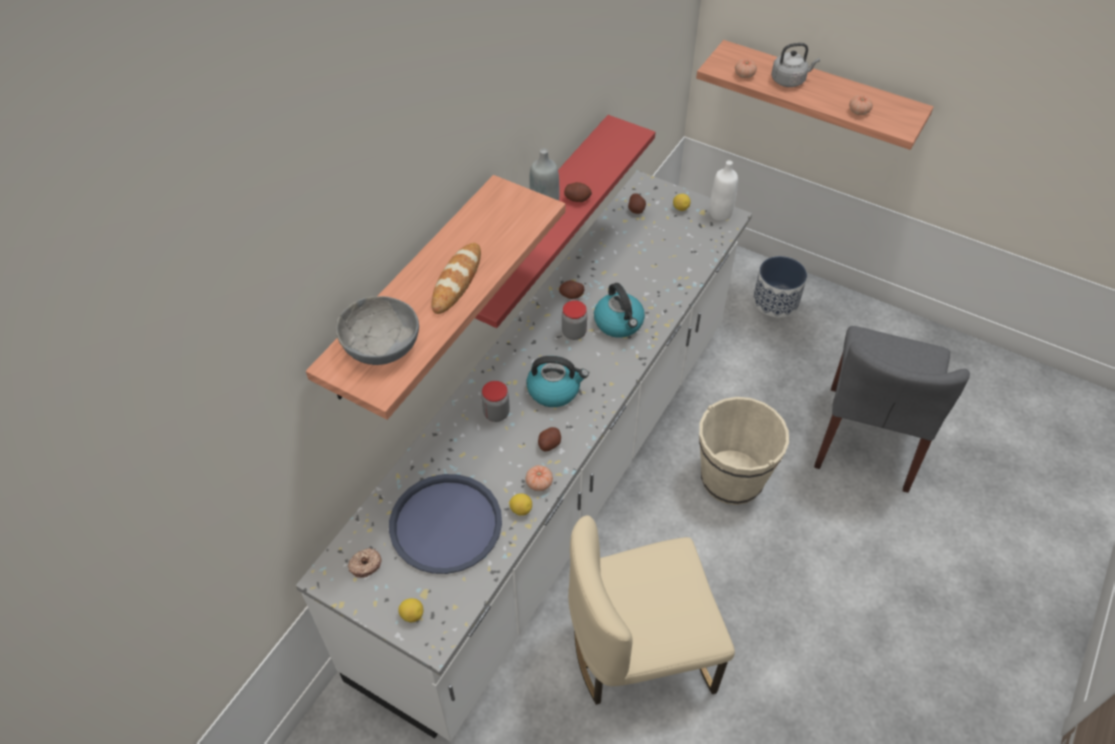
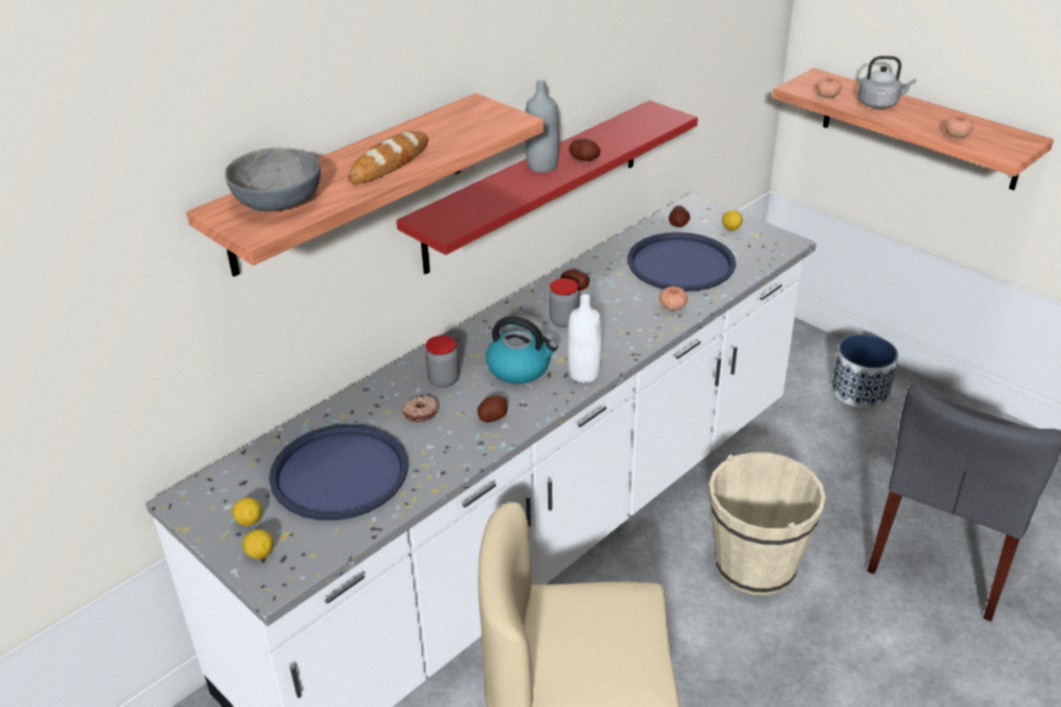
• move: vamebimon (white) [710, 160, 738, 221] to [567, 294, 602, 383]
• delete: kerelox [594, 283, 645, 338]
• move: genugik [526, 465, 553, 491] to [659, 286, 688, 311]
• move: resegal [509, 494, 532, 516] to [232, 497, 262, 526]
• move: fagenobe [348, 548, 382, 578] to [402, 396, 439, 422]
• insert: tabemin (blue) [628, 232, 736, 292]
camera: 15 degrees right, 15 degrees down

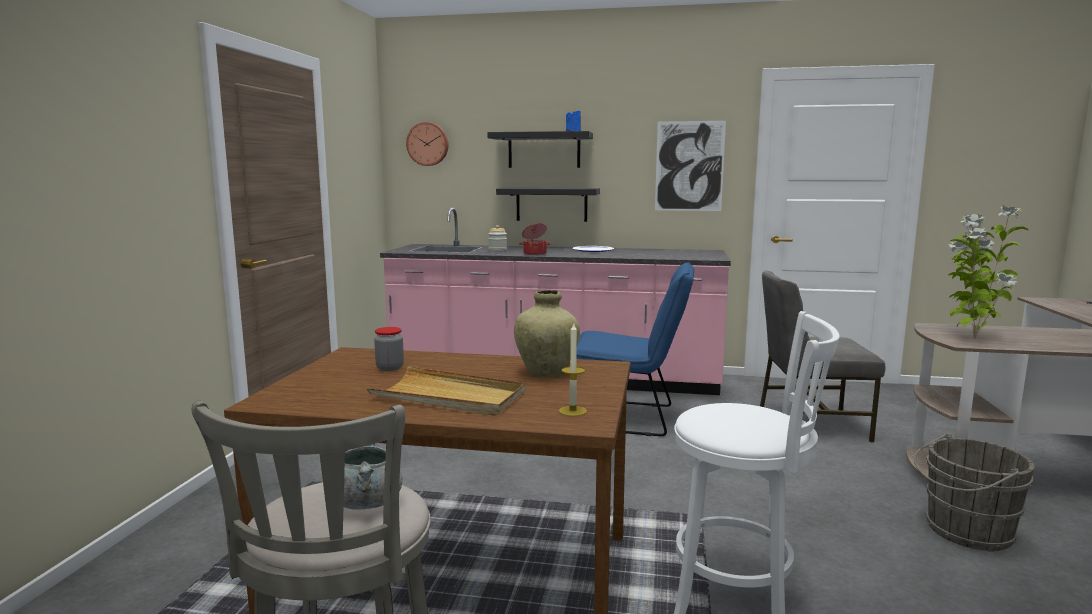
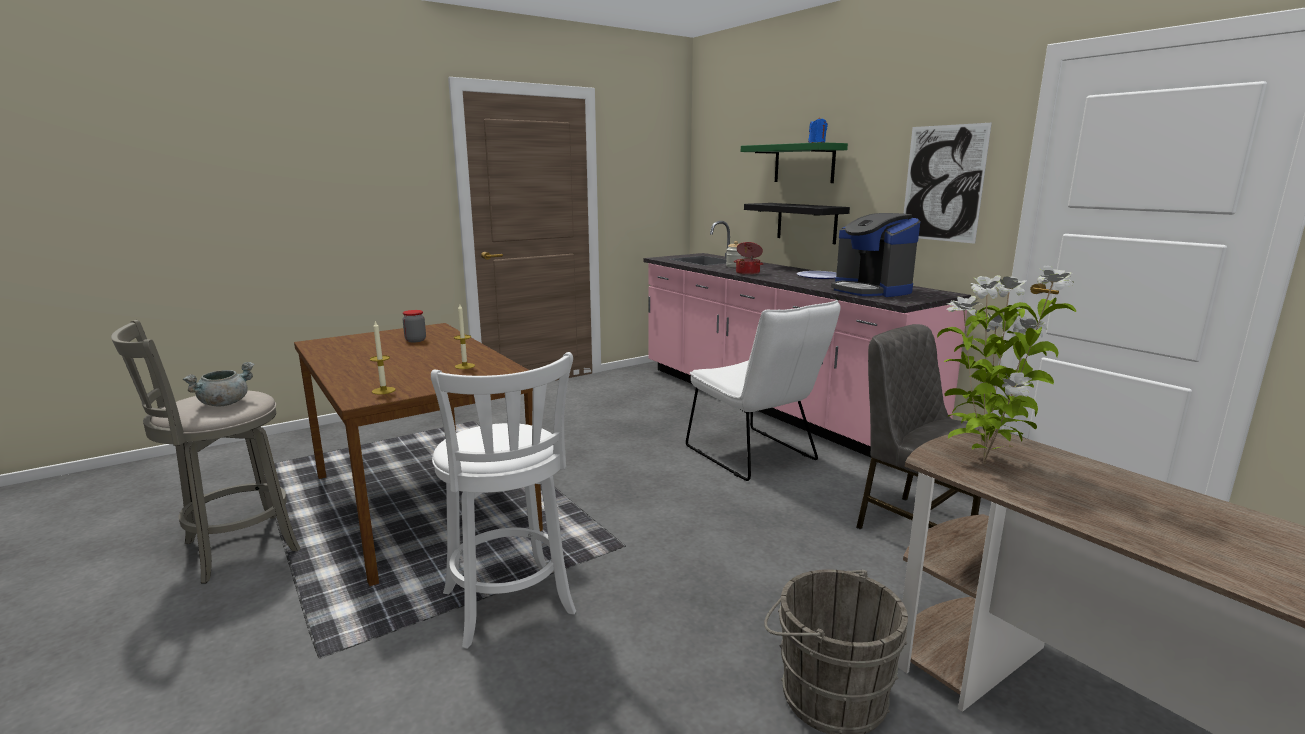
• delete: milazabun [406, 122, 448, 166]
• recolor: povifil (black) [487, 131, 593, 168] to povifil (green) [741, 142, 848, 183]
• recolor: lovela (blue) [576, 262, 694, 436] to lovela (white) [686, 300, 841, 481]
• replace: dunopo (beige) [514, 290, 580, 377] to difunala [454, 304, 475, 369]
• delete: tabemin (beige) [367, 367, 525, 416]
• insert: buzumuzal [831, 213, 920, 297]
camera: 45 degrees right, 5 degrees up

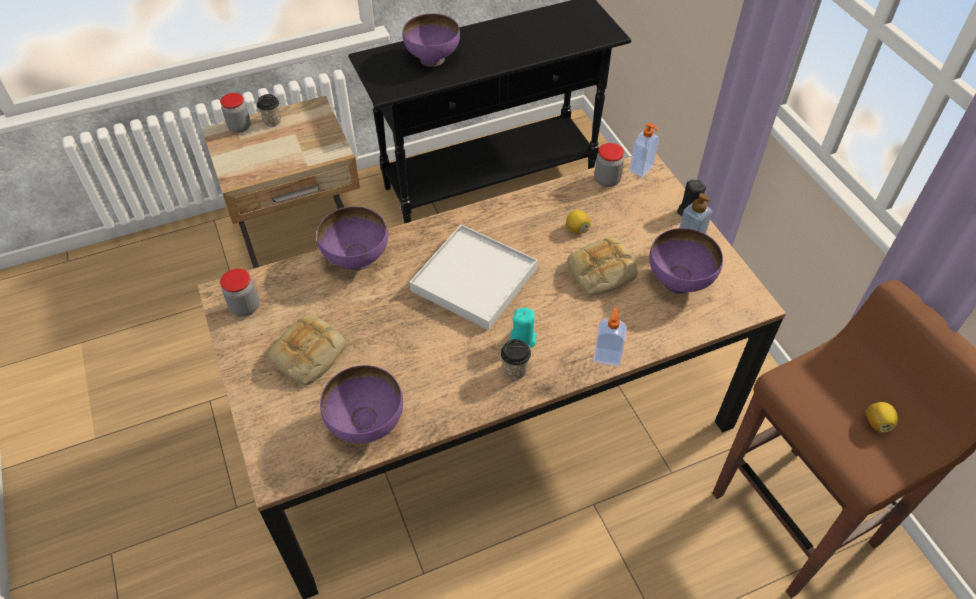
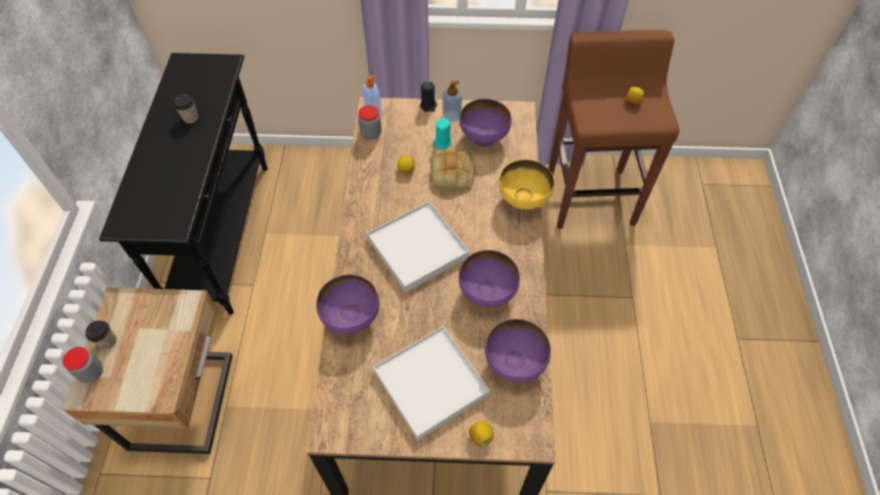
• move: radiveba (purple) [403, 14, 460, 67] to [459, 250, 520, 307]
• delete: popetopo [220, 269, 259, 317]
• move: difunala (turquoise) [510, 307, 537, 348] to [433, 118, 452, 149]
• replace: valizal [593, 307, 627, 366] to radiveba (yellow) [499, 159, 554, 210]
• replace: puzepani [268, 315, 346, 385] to tabemin (white) [373, 326, 490, 441]
• move: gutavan [501, 339, 531, 380] to [174, 94, 198, 123]
• insert: resegal [469, 420, 493, 447]
camera: 65 degrees left, 5 degrees up

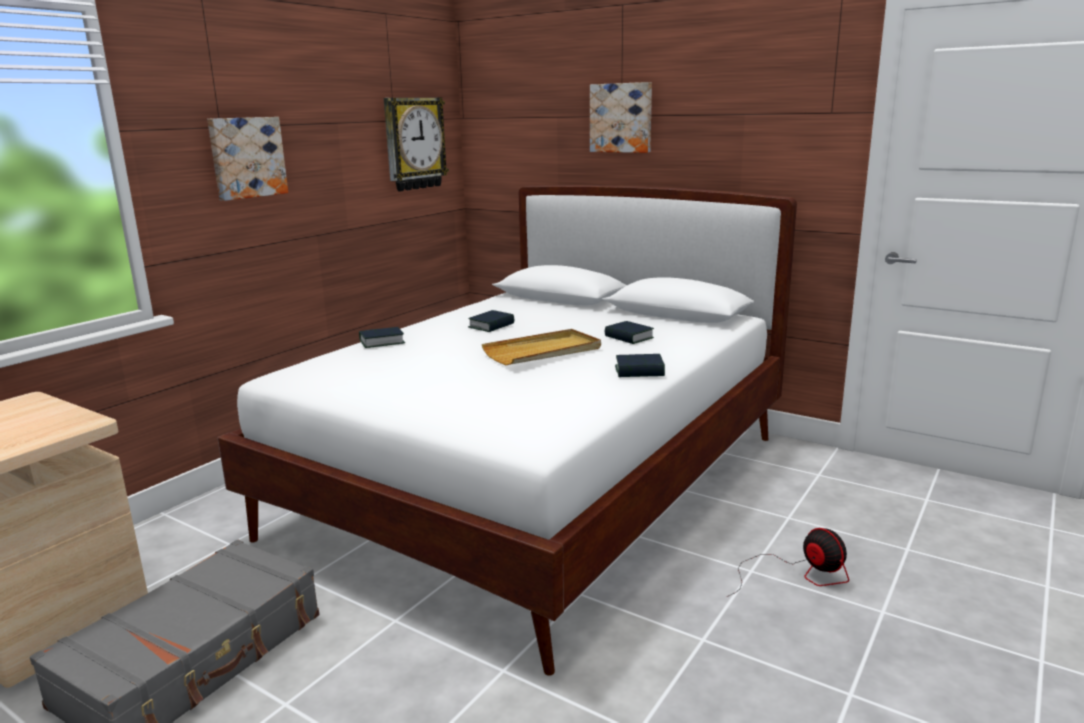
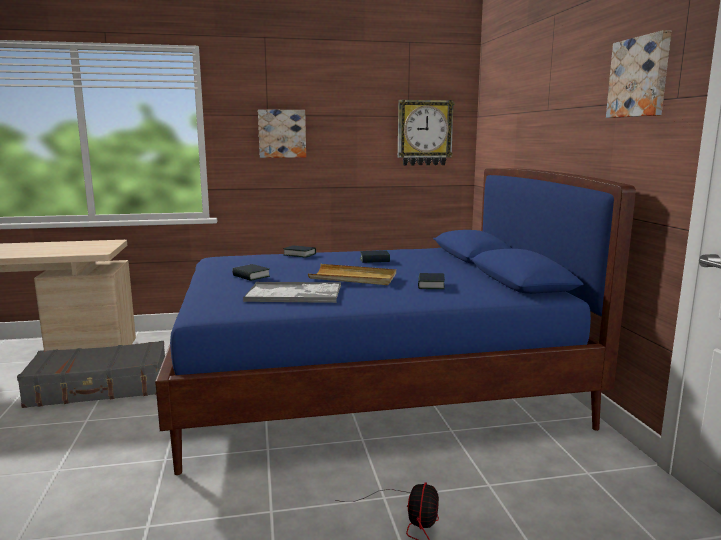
• move: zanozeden [590, 82, 652, 153] to [606, 30, 671, 118]
• recolor: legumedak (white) [217, 185, 797, 676] to legumedak (blue) [155, 168, 636, 475]
• move: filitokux [615, 354, 665, 377] to [232, 264, 270, 281]
• insert: tabemin [243, 282, 341, 303]
camera: 45 degrees right, 5 degrees down

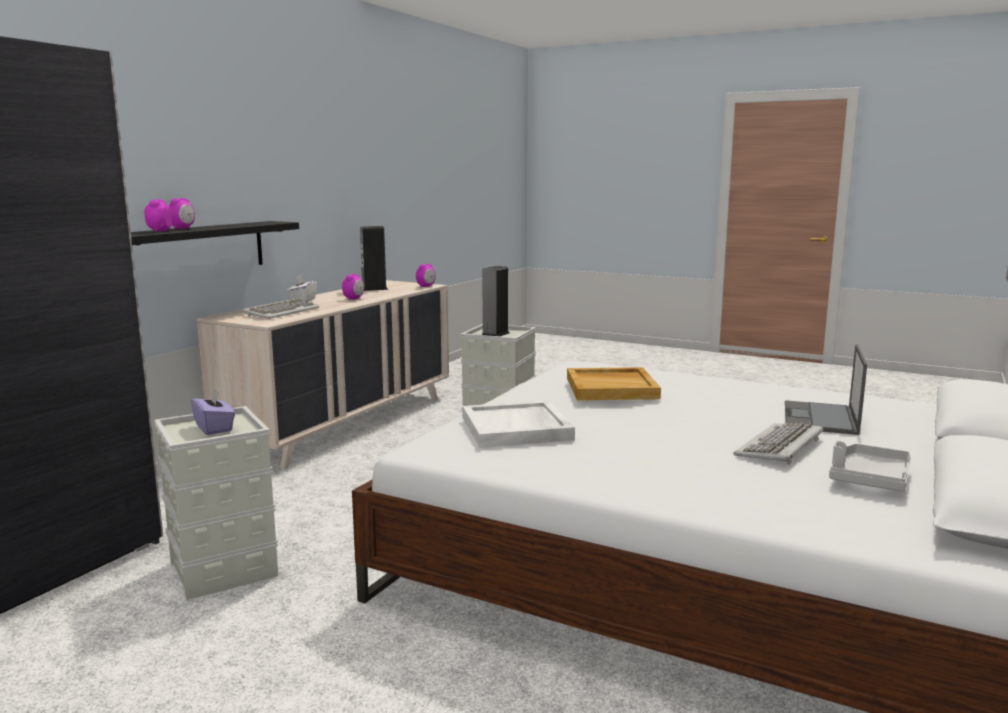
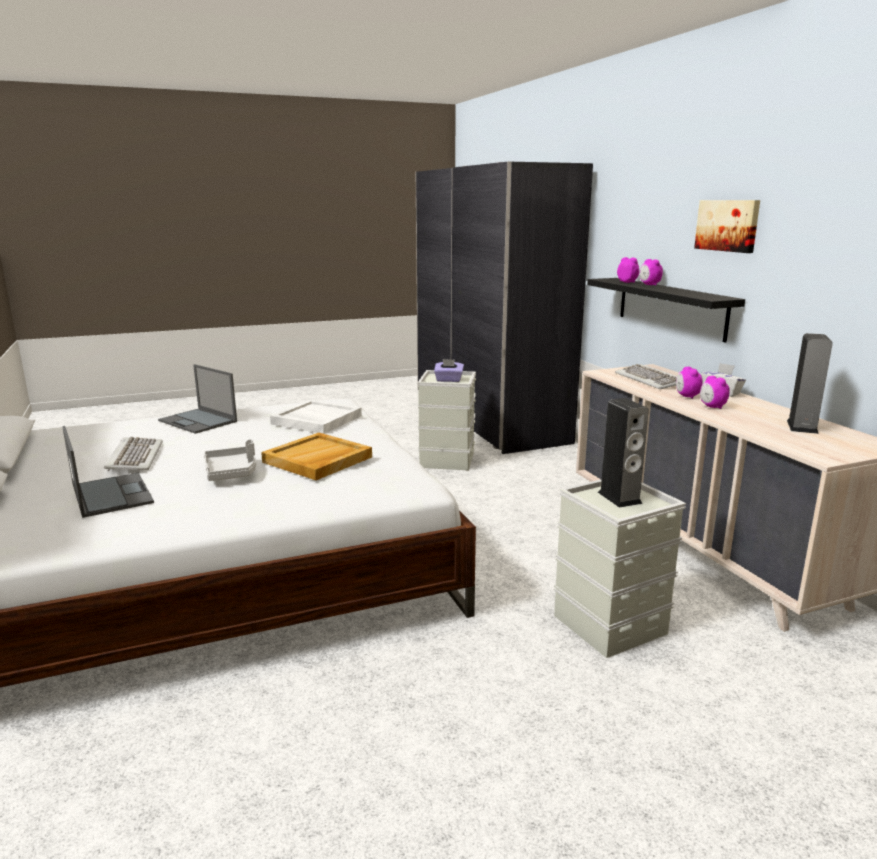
• move: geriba [416, 264, 436, 287] to [676, 367, 702, 399]
• move: tabemin (grey) [829, 441, 911, 491] to [204, 439, 256, 481]
• insert: zanozeden [694, 200, 760, 253]
• insert: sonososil [158, 364, 237, 434]
camera: 130 degrees right, 5 degrees up

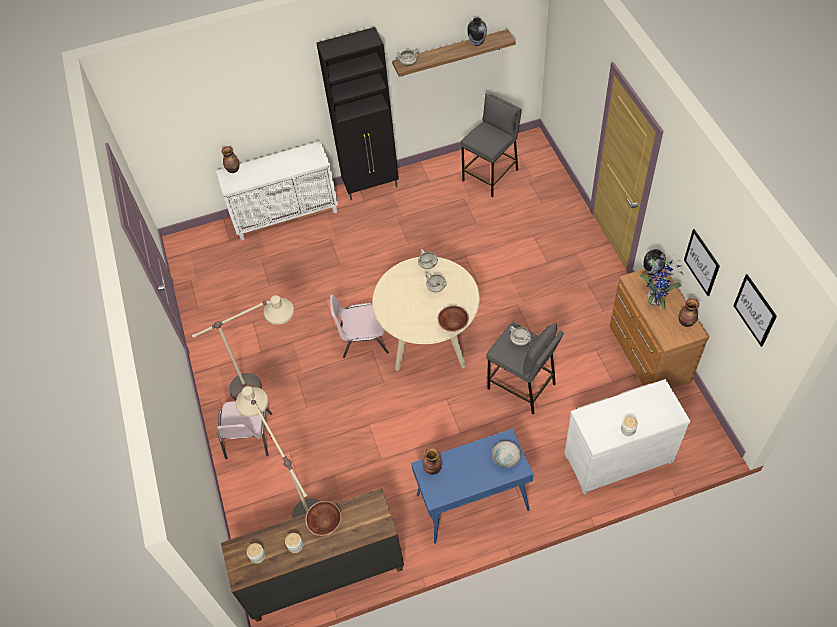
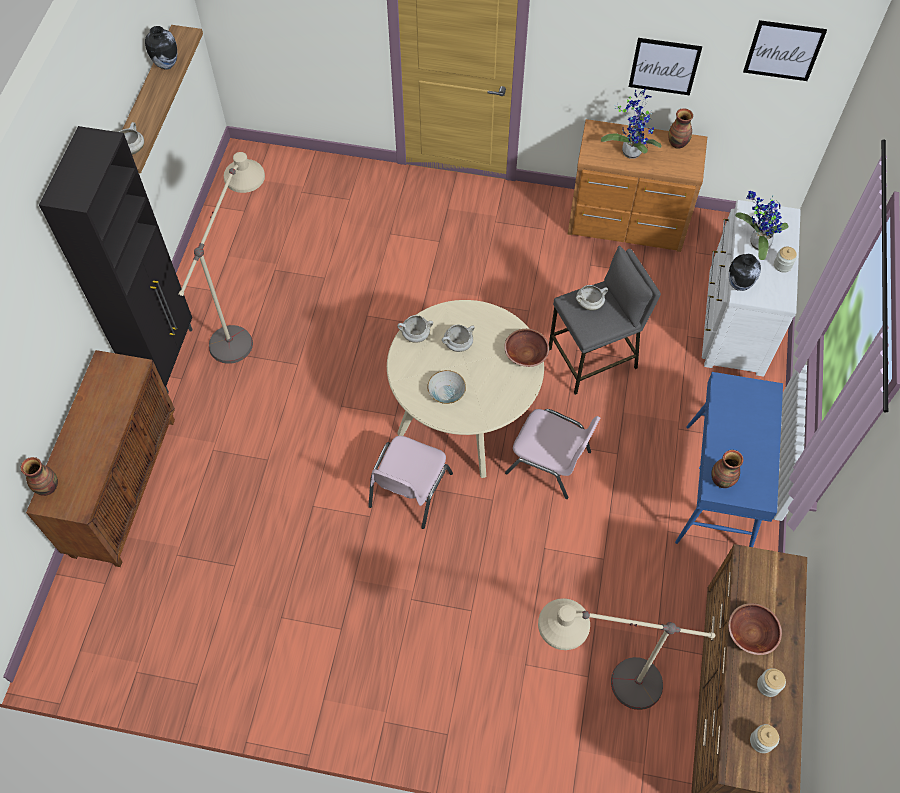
• delete: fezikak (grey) [460, 94, 522, 198]
• recolor: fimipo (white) [216, 141, 338, 241] to fimipo (brown) [26, 350, 175, 567]
• move: dunopo [643, 249, 666, 276] to [728, 254, 761, 291]
• move: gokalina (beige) [192, 295, 294, 400] to [179, 152, 265, 364]
• move: lovela (pink) [217, 401, 272, 459] to [505, 409, 600, 499]
• move: radiveba [491, 441, 521, 468] to [427, 370, 466, 404]
• insert: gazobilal [735, 191, 788, 260]
camera: 65 degrees left, 5 degrees up

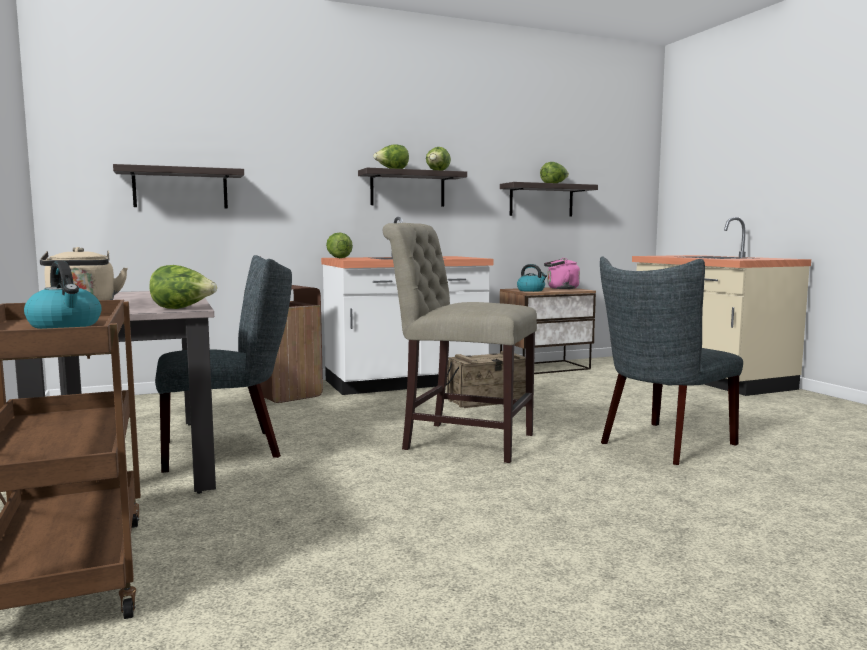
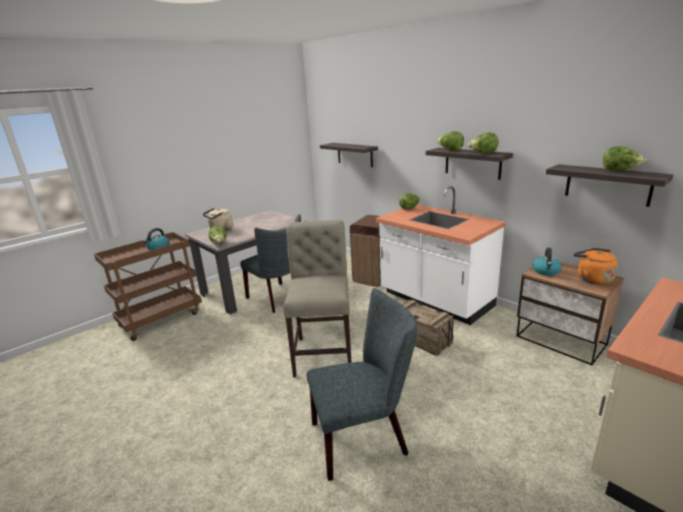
• rotate: lovela (grey) [600, 257, 743, 465] = [306, 288, 417, 481] 135 degrees clockwise
• recolor: kerelox (pink) [544, 258, 580, 289] to kerelox (orange) [573, 248, 618, 285]
camera: 70 degrees right, 15 degrees up

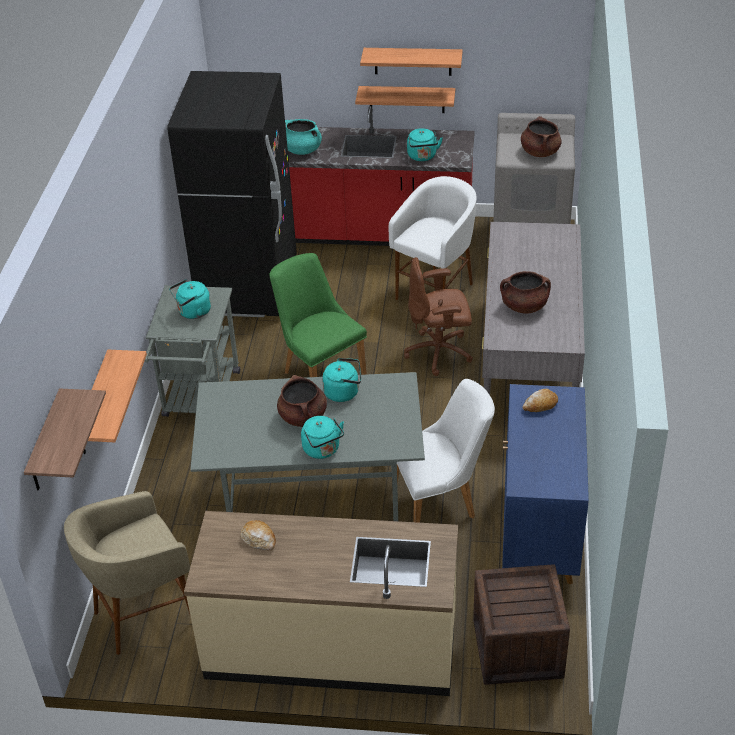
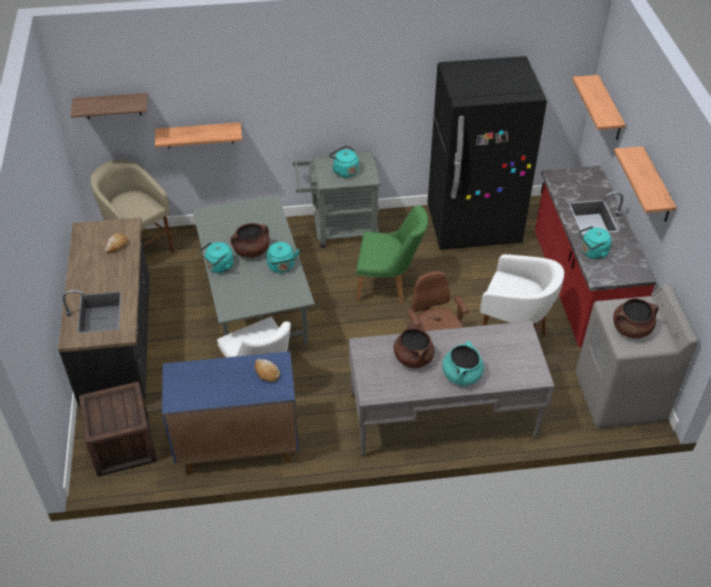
• move: povifil [355, 86, 455, 113] to [572, 75, 626, 140]
• move: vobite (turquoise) [285, 119, 322, 155] to [442, 341, 484, 386]
• rotate: lovela (green) [269, 253, 367, 377] = [356, 205, 428, 304] 60 degrees clockwise
• recolor: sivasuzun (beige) [184, 511, 458, 696] to sivasuzun (black) [58, 217, 150, 409]
camera: 75 degrees right, 5 degrees up

